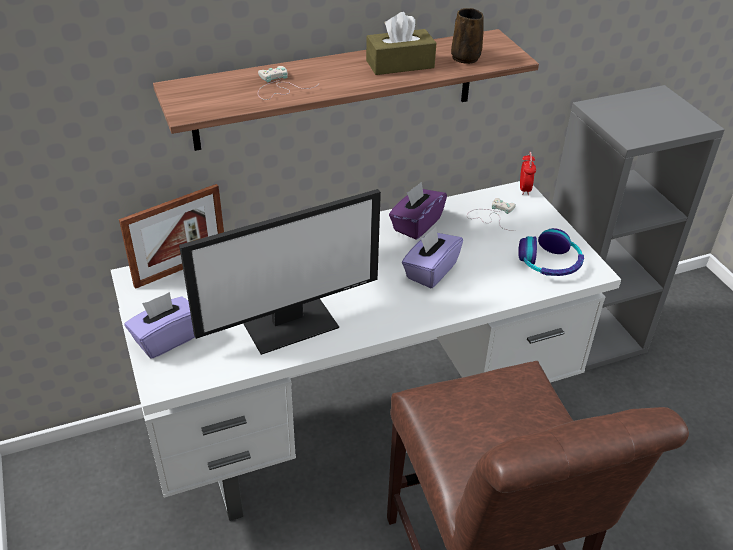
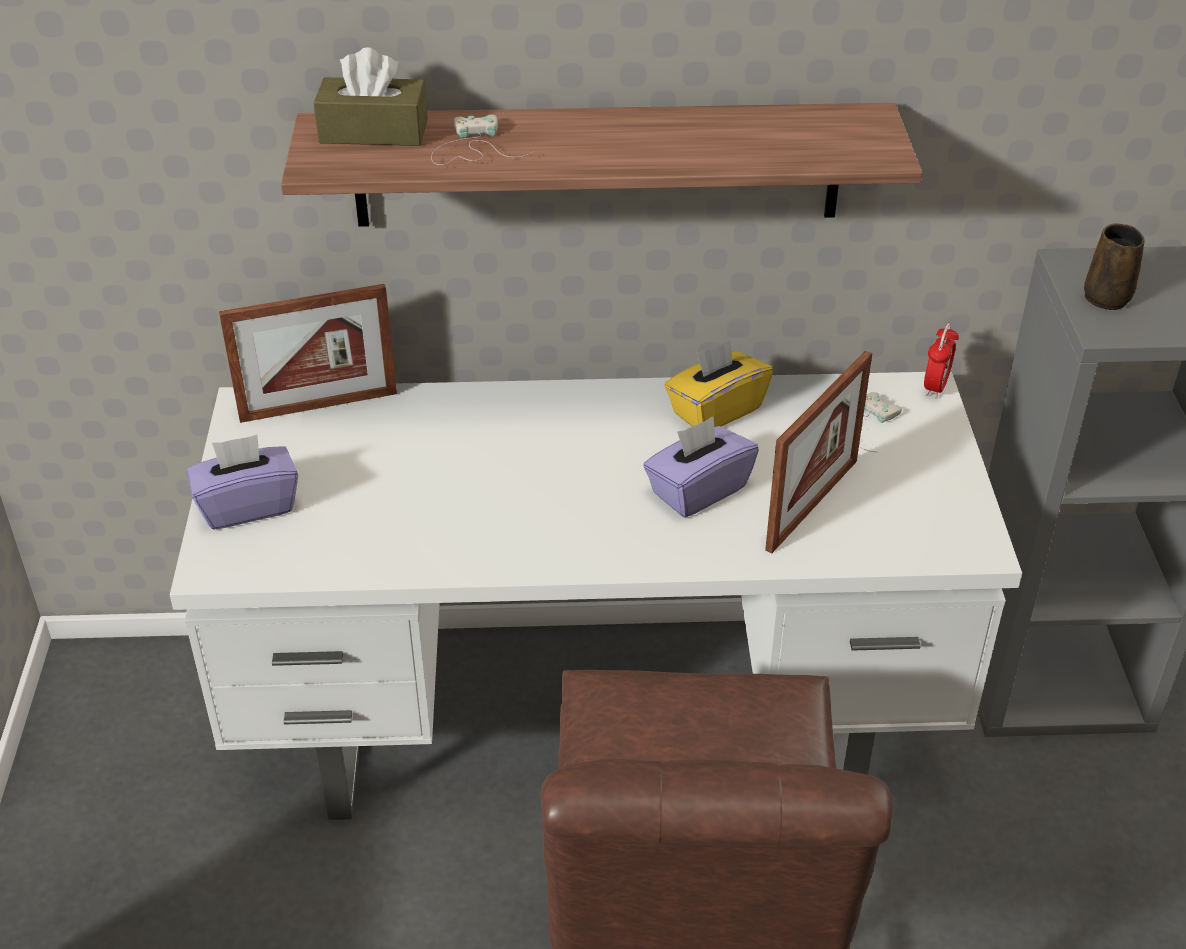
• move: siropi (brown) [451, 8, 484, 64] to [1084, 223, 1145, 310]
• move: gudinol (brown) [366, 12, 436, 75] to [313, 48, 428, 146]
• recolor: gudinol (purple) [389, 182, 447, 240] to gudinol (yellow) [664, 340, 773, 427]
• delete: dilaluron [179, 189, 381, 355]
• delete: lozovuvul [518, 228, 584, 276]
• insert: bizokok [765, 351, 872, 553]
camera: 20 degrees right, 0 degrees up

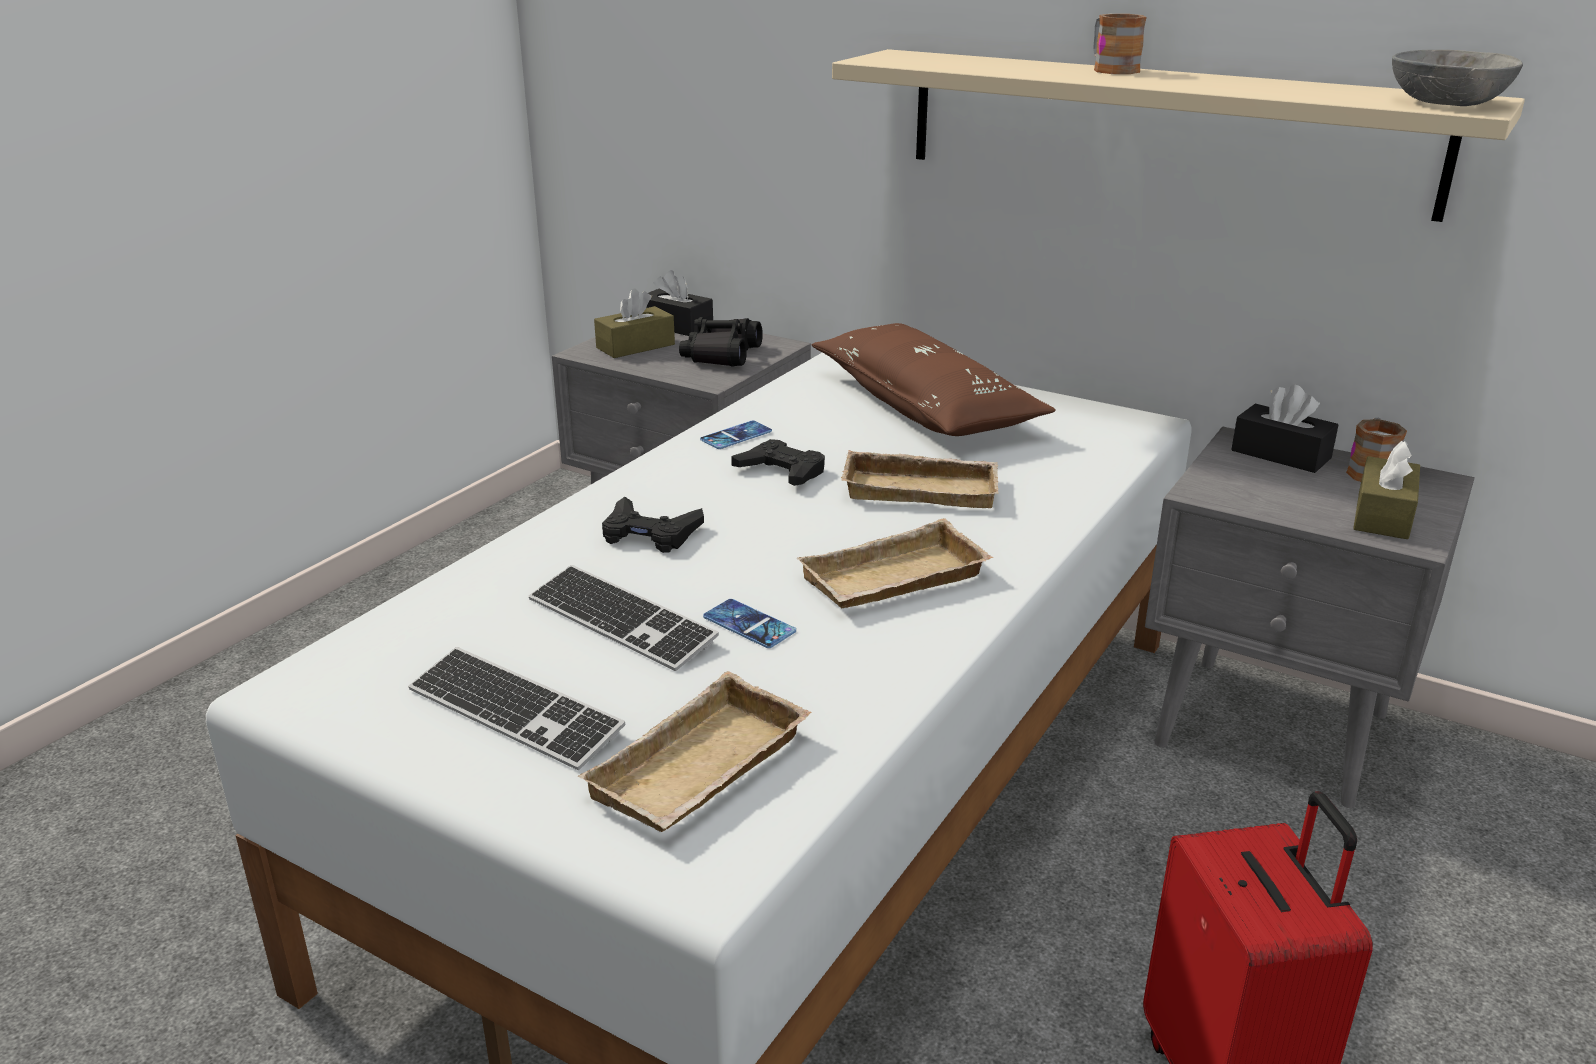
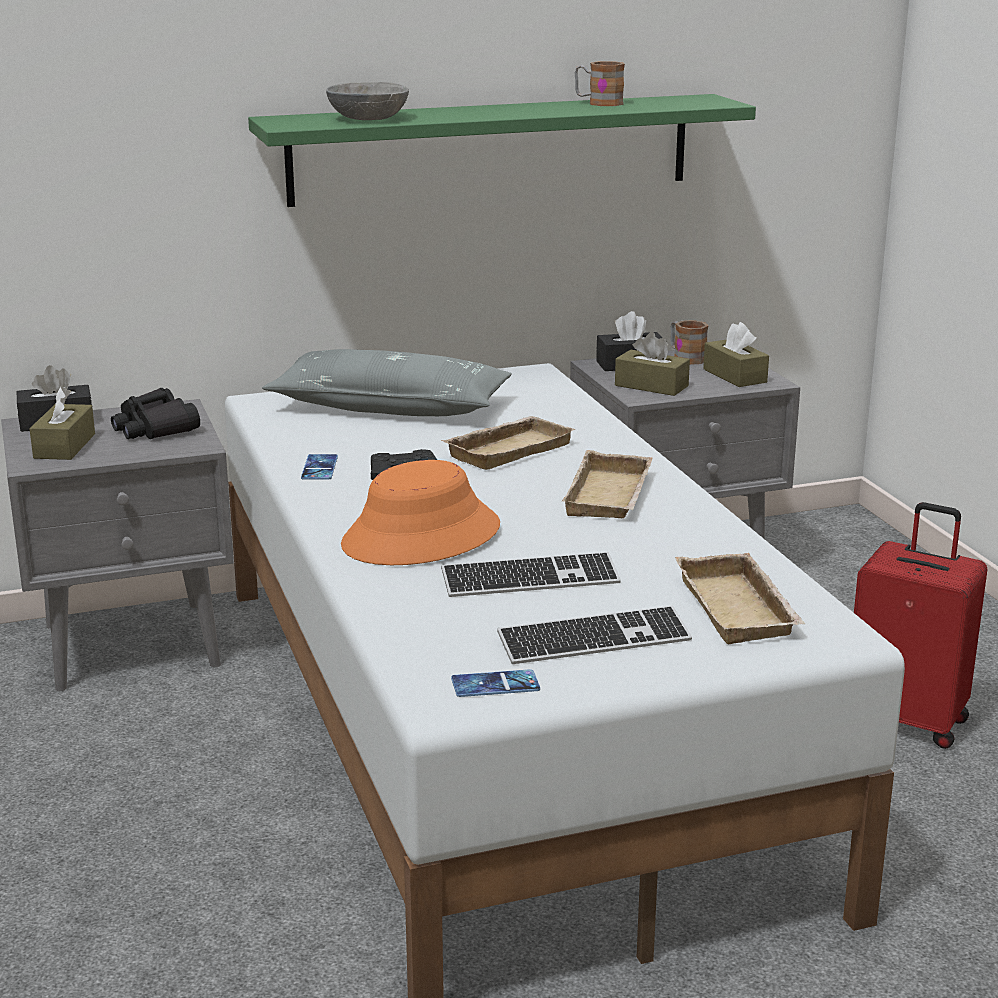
• move: siropi [1093, 14, 1147, 74] to [575, 61, 625, 106]
• recolor: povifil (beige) [832, 49, 1525, 222] to povifil (green) [248, 94, 756, 207]
• move: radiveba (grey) [1392, 50, 1523, 106] to [326, 82, 409, 120]
• recolor: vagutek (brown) [811, 323, 1056, 436] to vagutek (grey) [262, 349, 512, 416]
• replace: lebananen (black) [602, 497, 704, 553] to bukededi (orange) [341, 460, 500, 565]
• move: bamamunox [703, 599, 796, 648] to [451, 669, 540, 697]
• insert: gudinol (brown) [615, 332, 690, 396]
camera: 50 degrees left, 5 degrees down

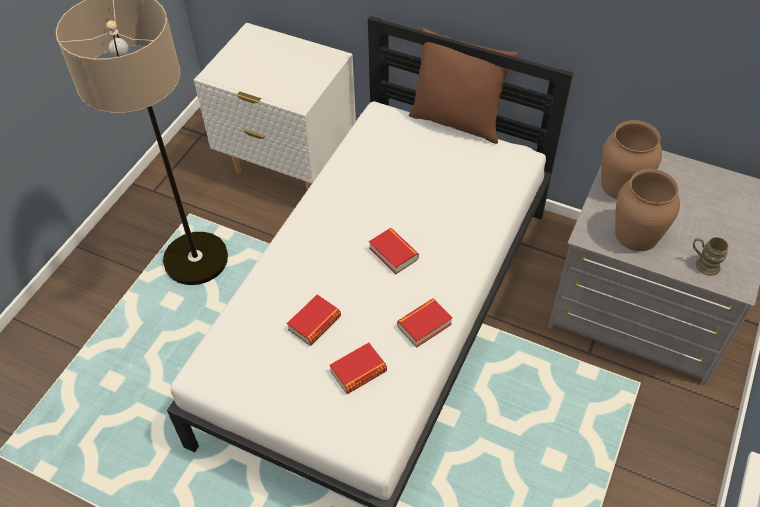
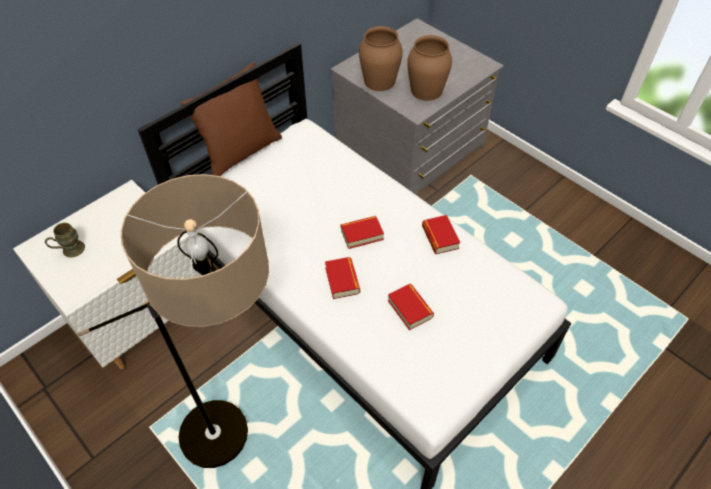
• move: siropi (brown) [693, 237, 728, 276] to [45, 223, 85, 257]
• move: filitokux [330, 343, 387, 394] to [325, 257, 360, 299]
camera: 70 degrees left, 0 degrees up

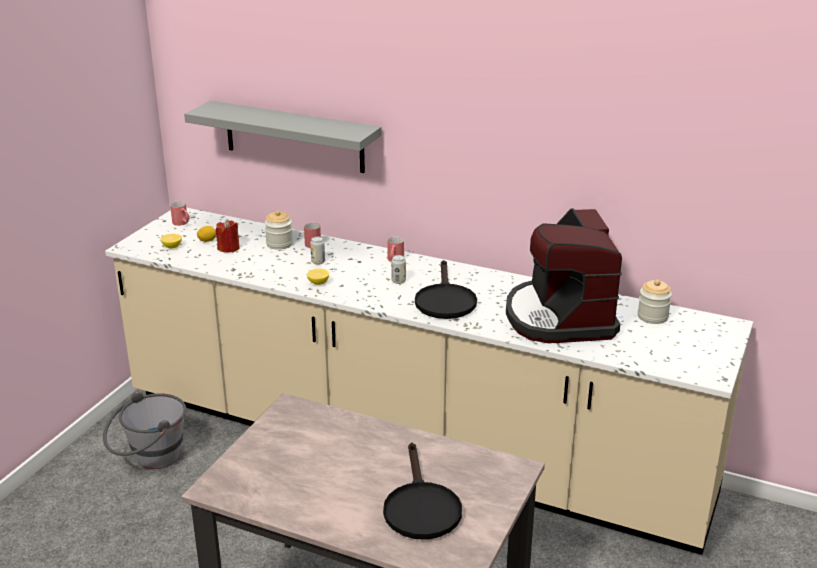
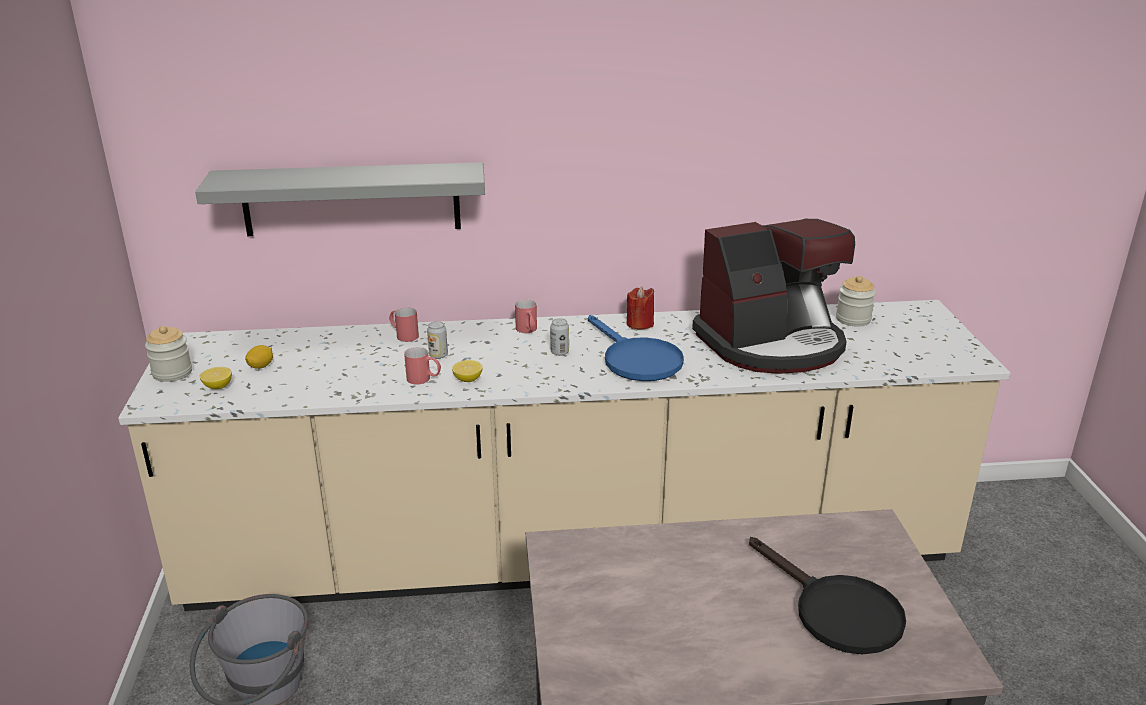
• move: siropi (red) [170, 201, 190, 226] to [404, 347, 441, 385]
• rotate: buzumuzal [506, 208, 622, 343] = [692, 219, 855, 374] 75 degrees counterclockwise
• move: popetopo [265, 210, 293, 250] to [145, 326, 192, 382]
• move: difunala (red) [216, 219, 240, 253] to [627, 286, 654, 329]
• recolor: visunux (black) [415, 260, 477, 319] to visunux (blue) [588, 315, 684, 381]
camera: 30 degrees left, 0 degrees up

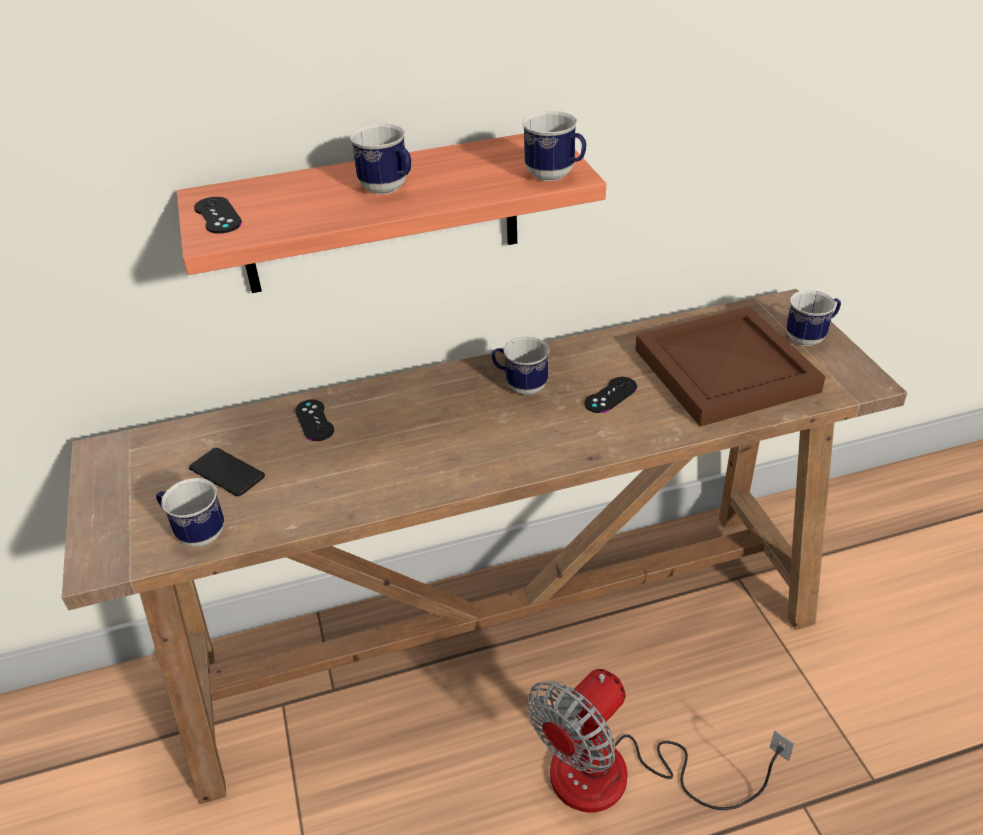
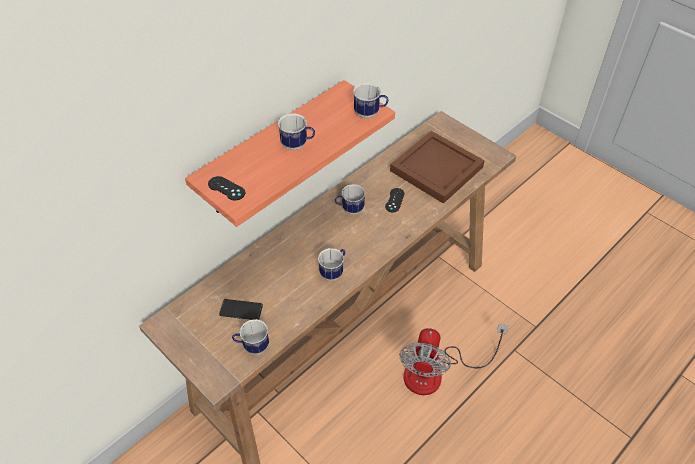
• move: siropi [786, 290, 841, 346] to [318, 248, 345, 281]
• delete: lebananen (black) [295, 399, 334, 441]
camera: 30 degrees left, 10 degrees up

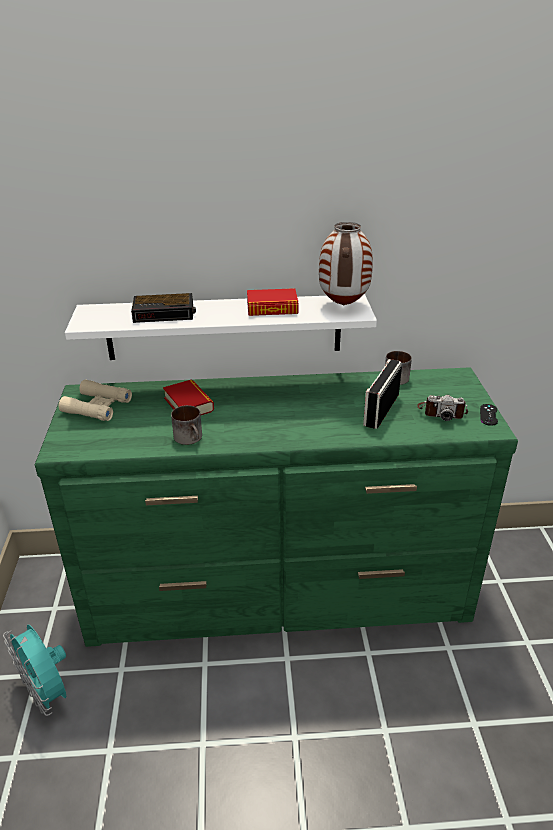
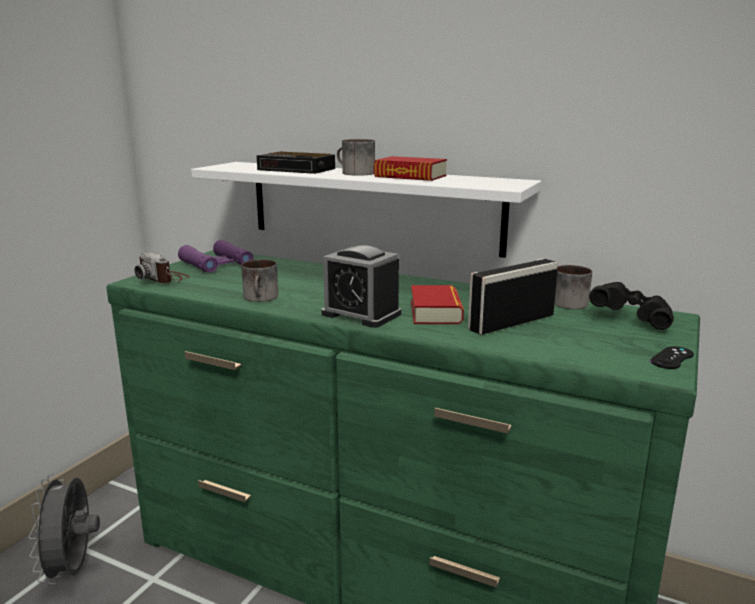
• delete: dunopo [319, 222, 373, 305]
• recolor: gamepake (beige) [58, 379, 132, 421] to gamepake (purple) [178, 240, 253, 273]
• move: filitokux [163, 380, 214, 415] to [411, 285, 464, 324]
• move: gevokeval [417, 395, 468, 421] to [135, 252, 189, 283]
• recolor: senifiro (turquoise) [3, 625, 66, 716] to senifiro (grey) [28, 473, 100, 585]
• insert: siropi [337, 139, 375, 176]
• insert: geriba [321, 245, 401, 328]
• insert: gamepake (black) [589, 282, 674, 330]
camera: 30 degrees right, 15 degrees down

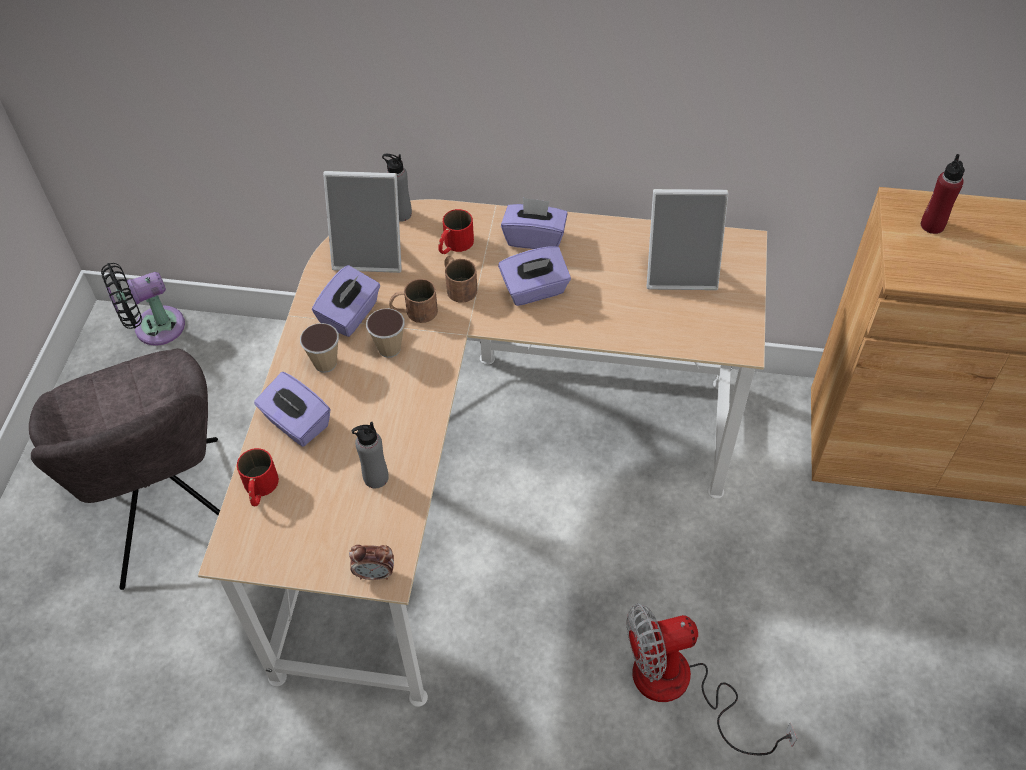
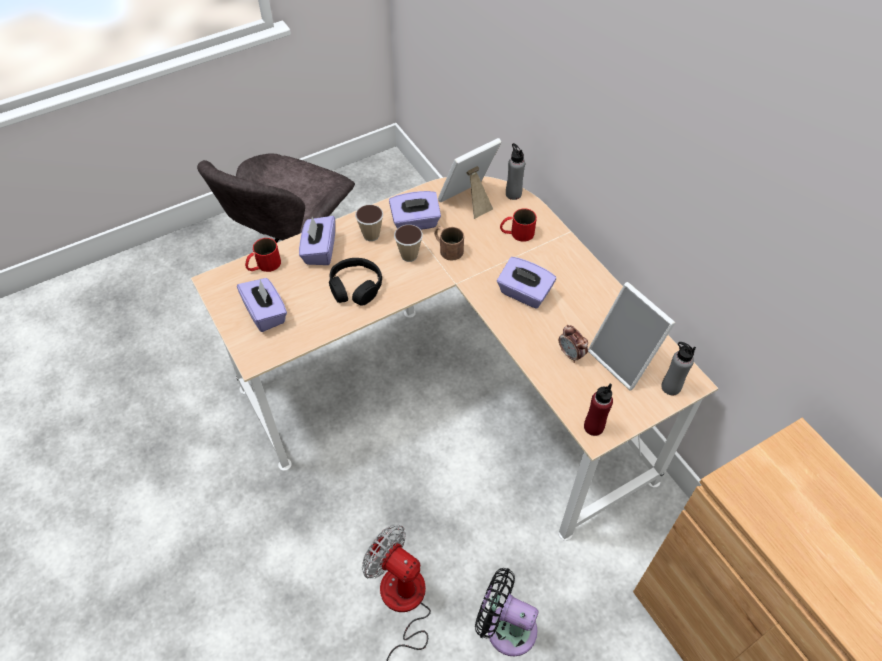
• move: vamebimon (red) [921, 154, 965, 234] to [584, 383, 613, 436]
• rotate: bizokok [323, 171, 402, 273] = [438, 138, 501, 219] 90 degrees clockwise
• move: gudinol (purple) [501, 197, 568, 249] to [237, 278, 287, 332]
• delete: siropi (brown) [444, 256, 477, 303]
• move: senifiro (black) [101, 263, 185, 346] to [475, 568, 538, 656]
• move: vamebimon (grey) [352, 422, 389, 488] to [661, 342, 696, 395]
• move: geriba [349, 545, 394, 580] to [559, 325, 588, 363]
• insert: lozovuvul (black) [329, 258, 382, 306]
camera: 50 degrees right, 0 degrees up

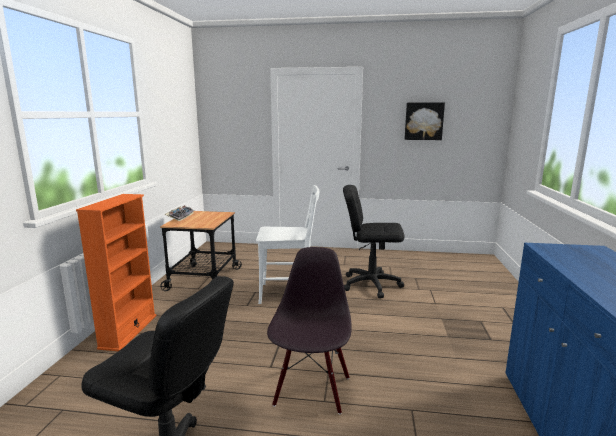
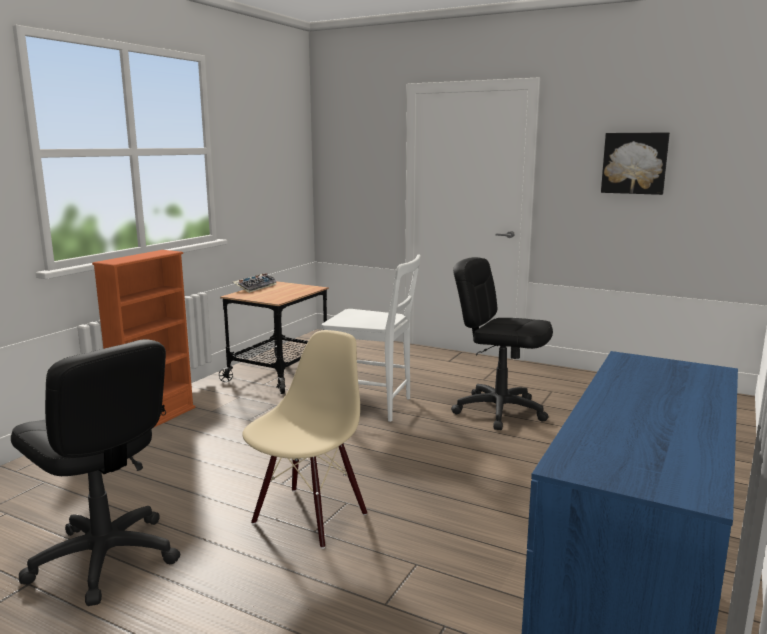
• recolor: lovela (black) [267, 247, 352, 415] to lovela (beige) [242, 330, 367, 549]
camera: 20 degrees right, 0 degrees up

